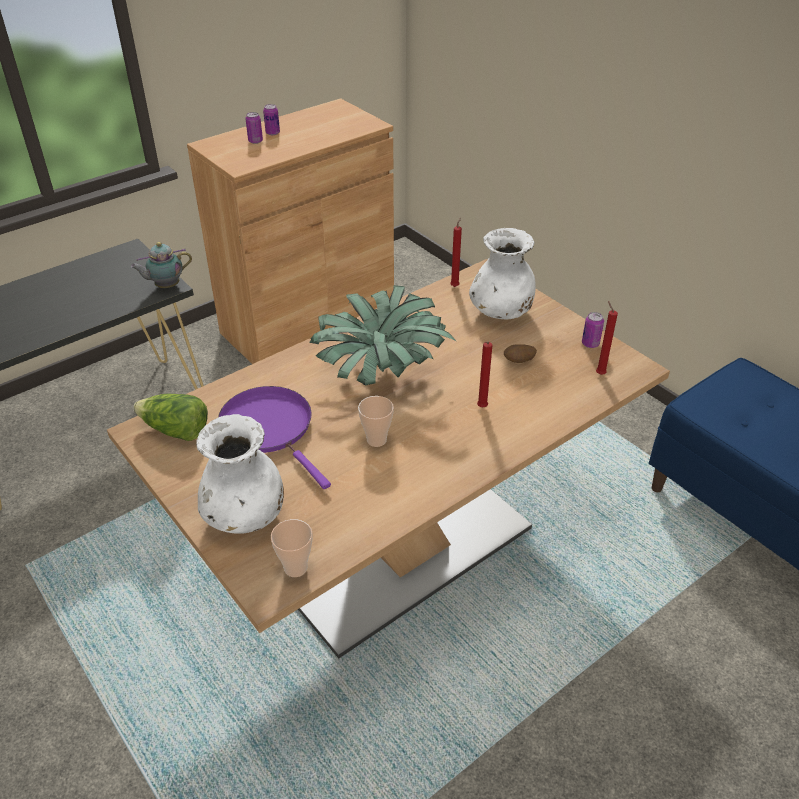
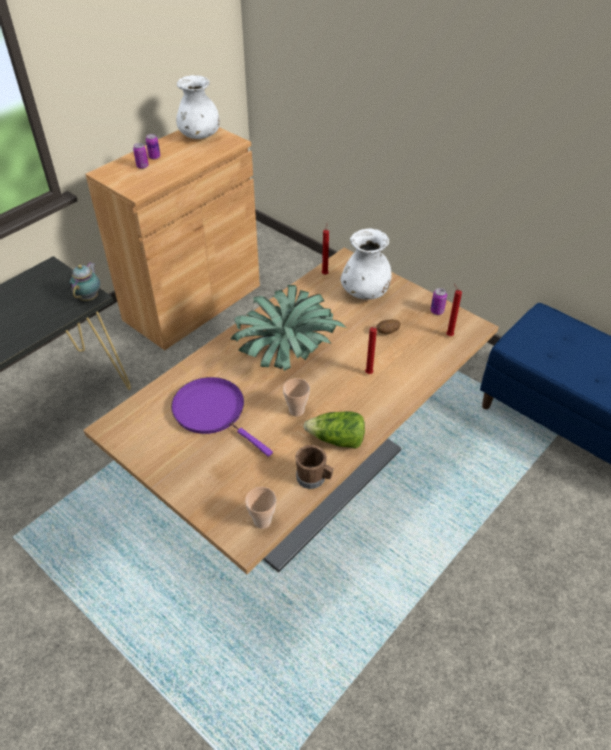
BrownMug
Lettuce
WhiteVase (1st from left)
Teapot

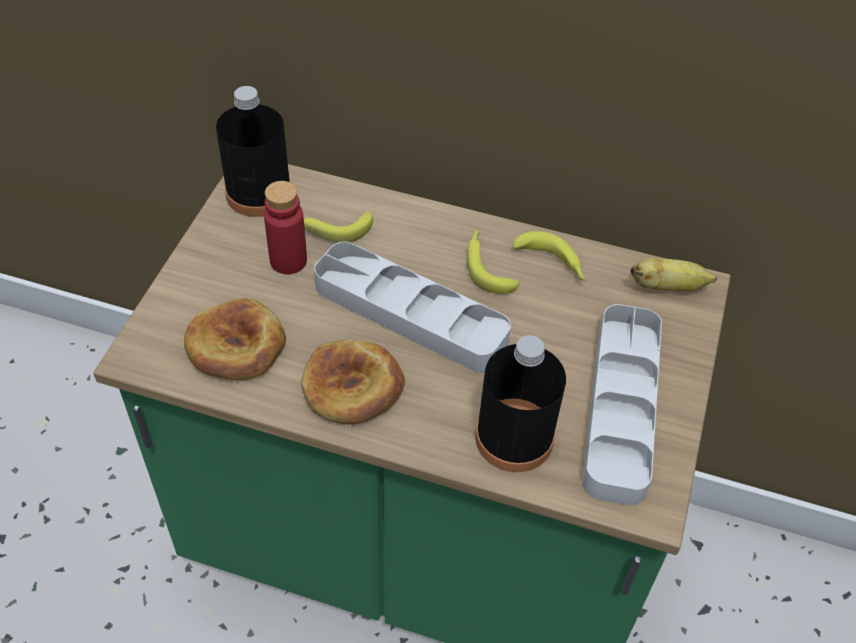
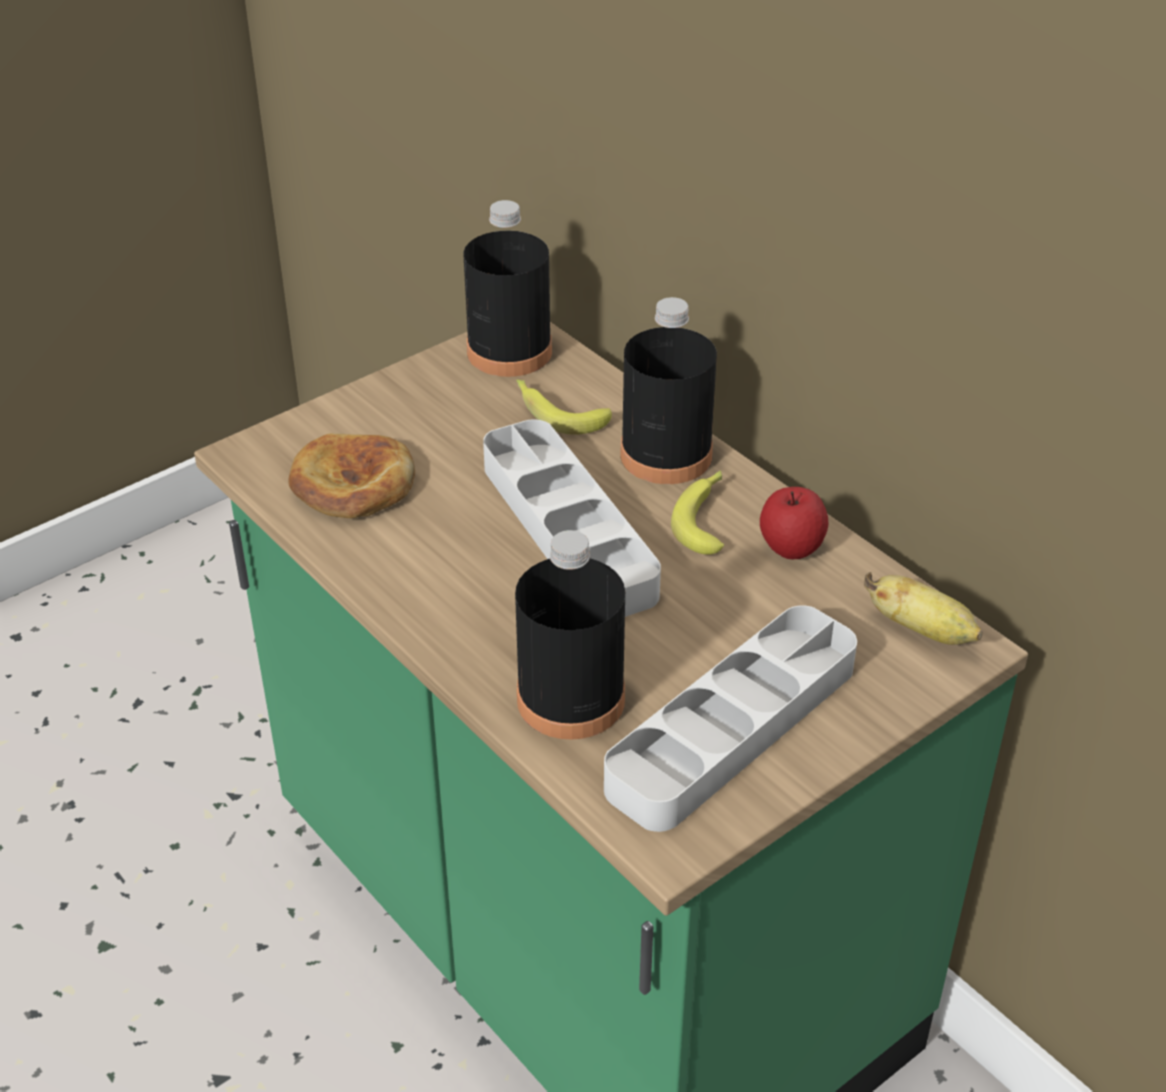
RedBottle
Bread (2nd from left in the first image)
BlackBottle (3rd from left)
Apple

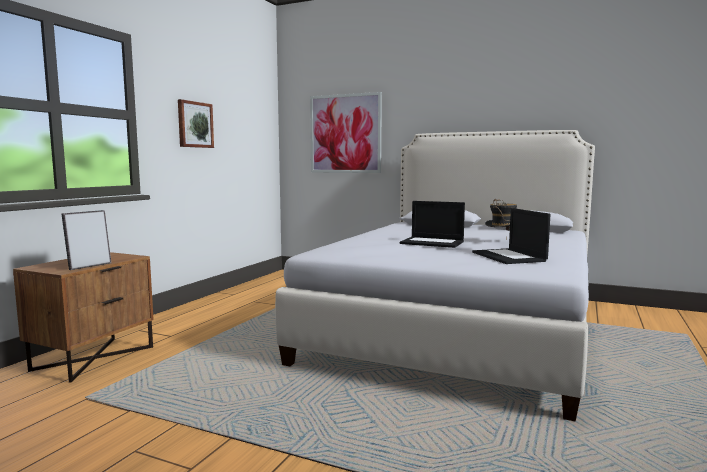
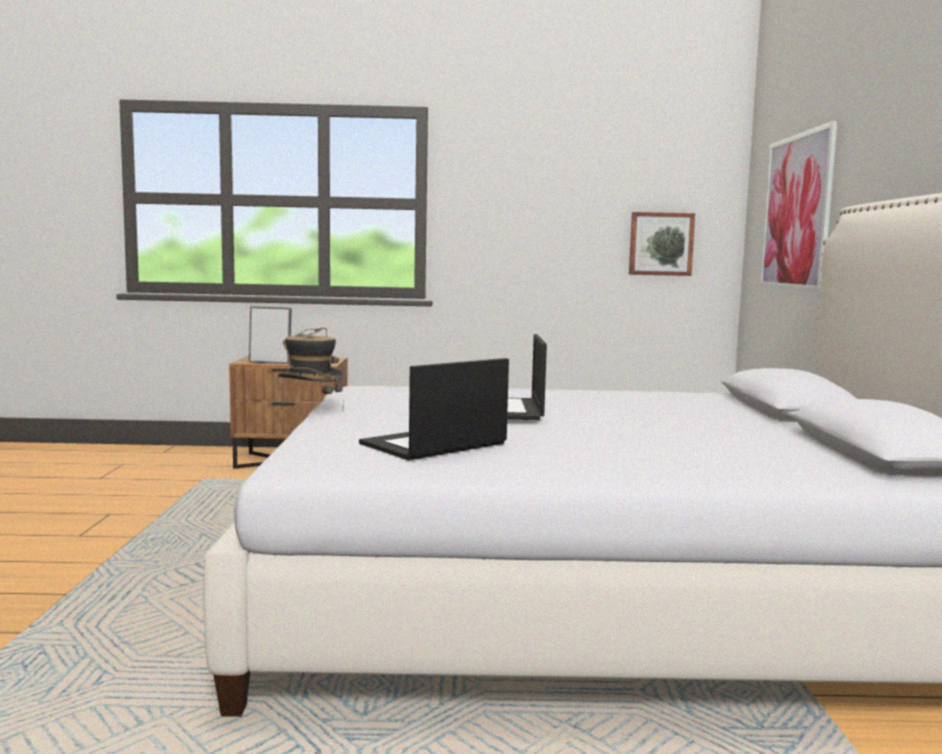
Picture (1st from left)
Hat

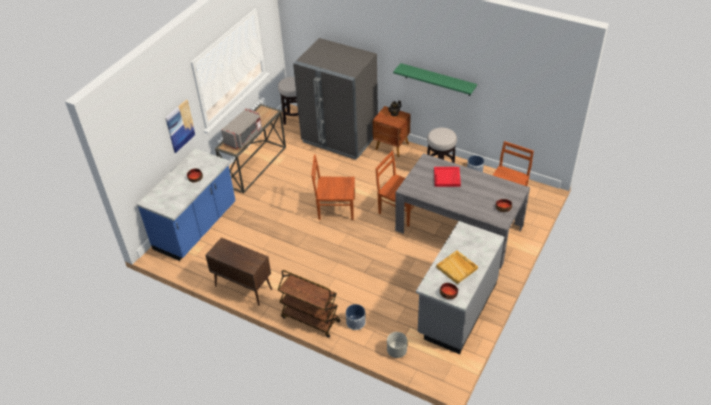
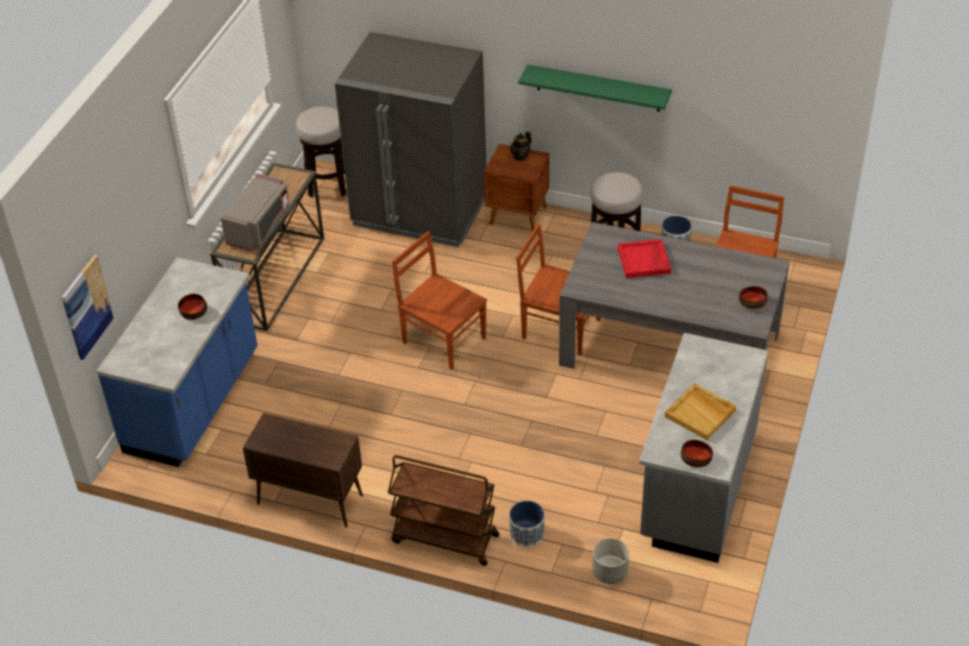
Picture
BrownChair (1st from left)

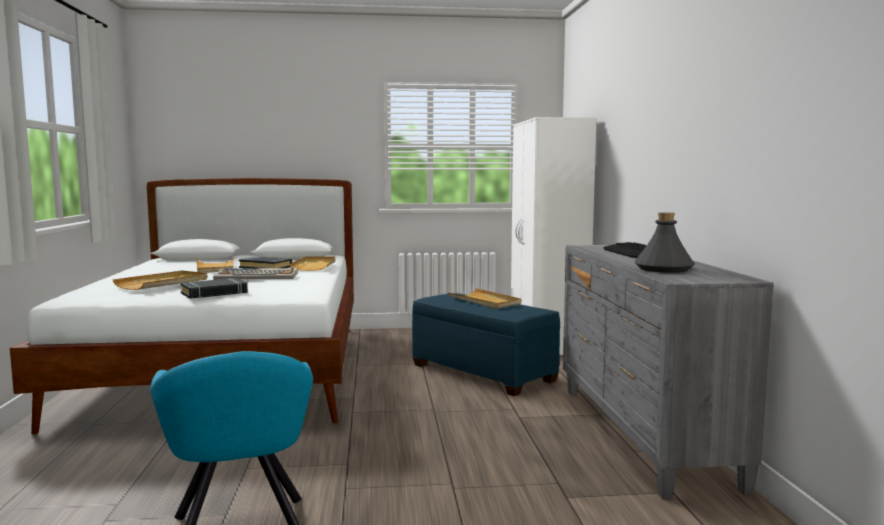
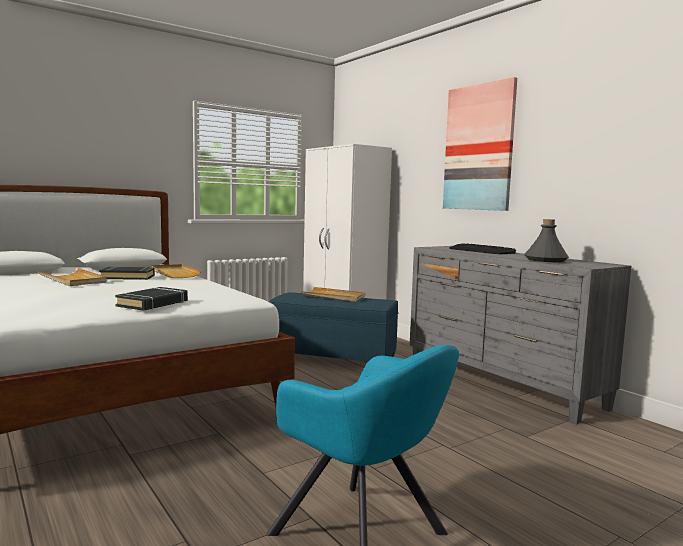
BeigeTray (1st from left in the first image)
Keyboard (1st from left in the first image)
Picture

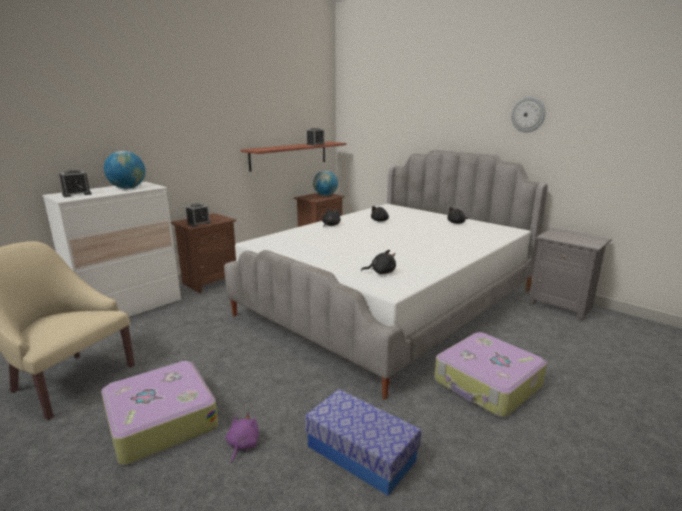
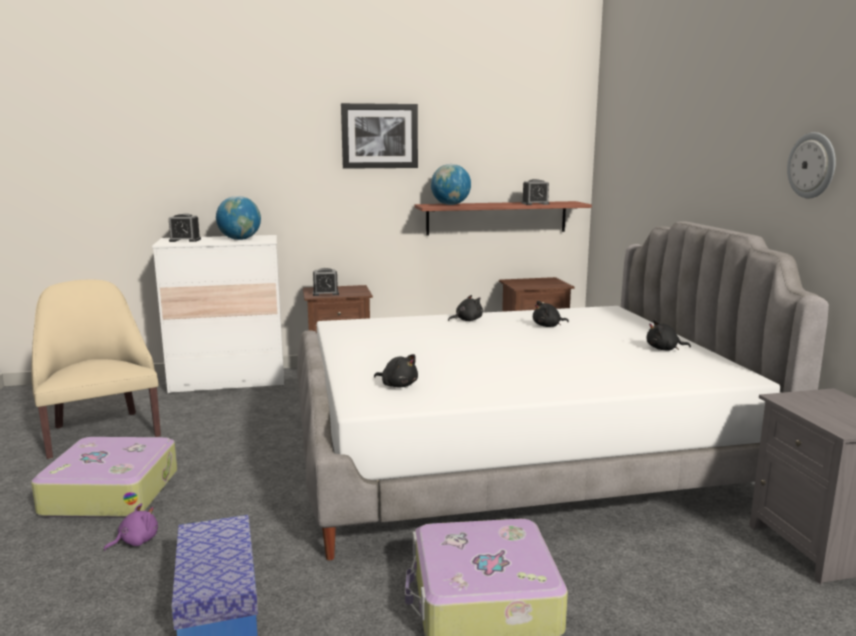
Picture
Globe (2nd from left)

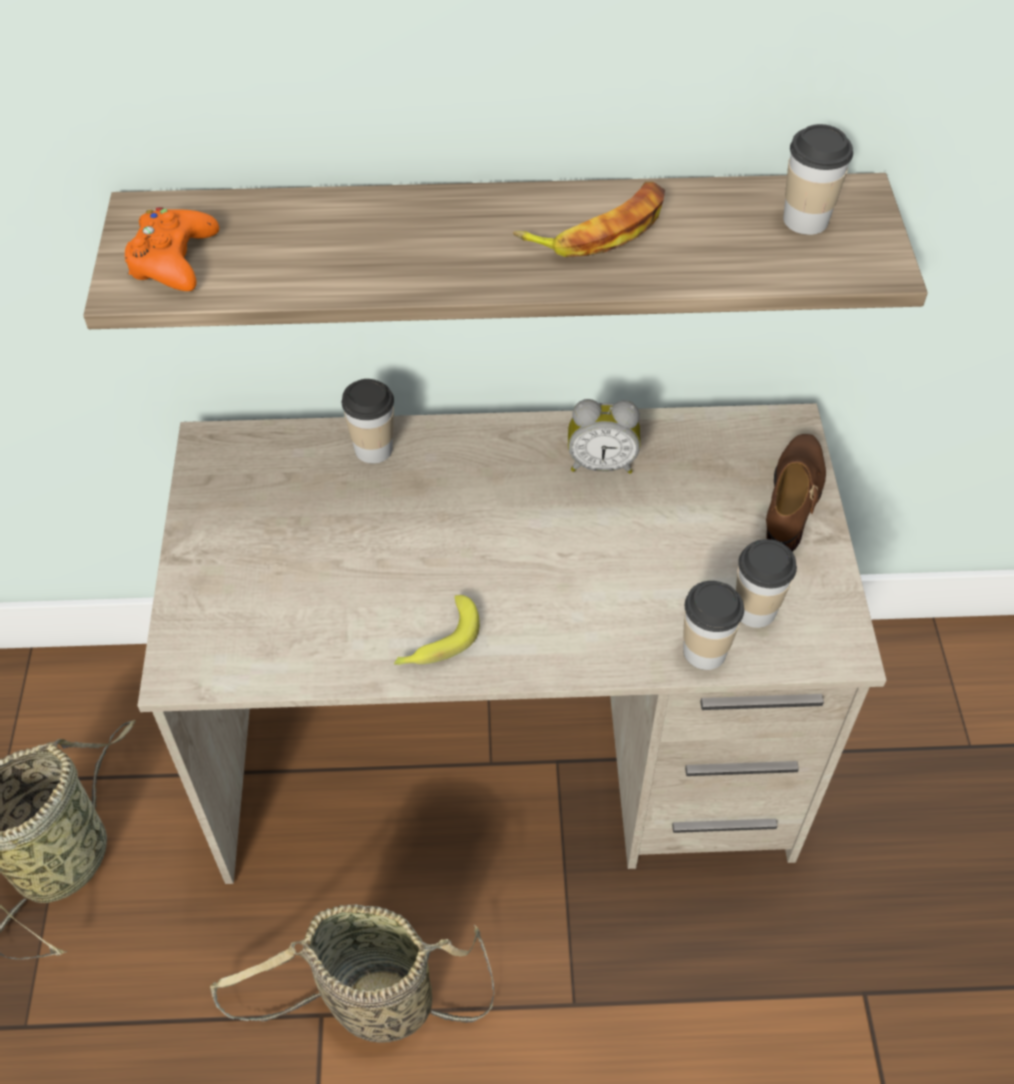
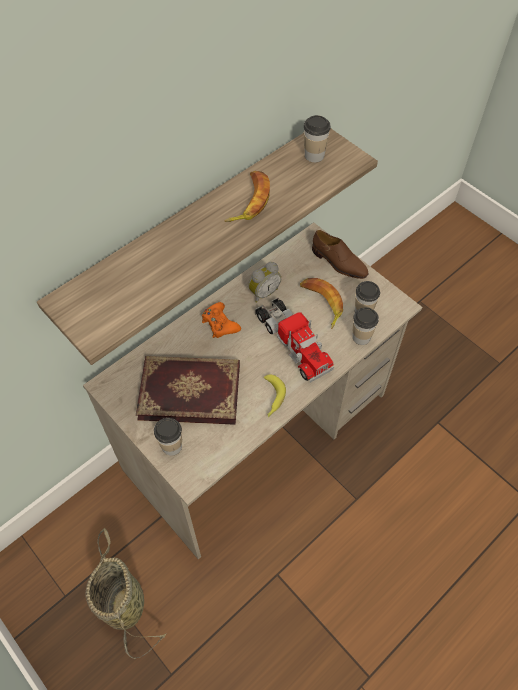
Basket (2nd from left in the first image)
Book
ToyTruck
Banana (3rd from left)
OrangeGameController
Cup (1st from left)
BrownShoe

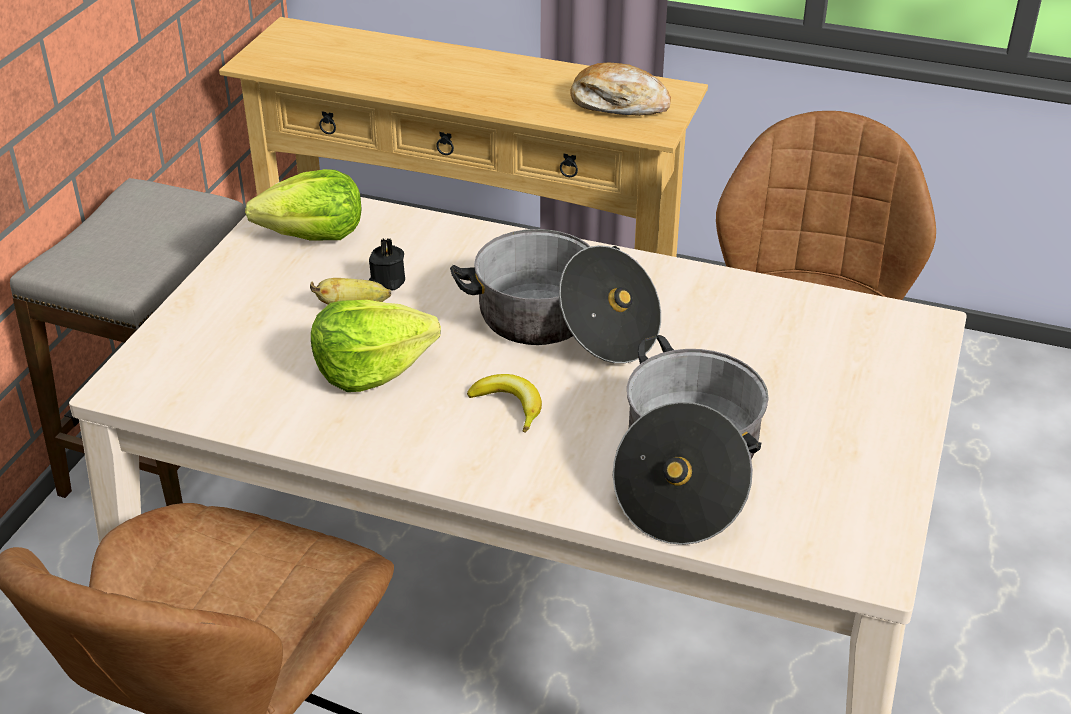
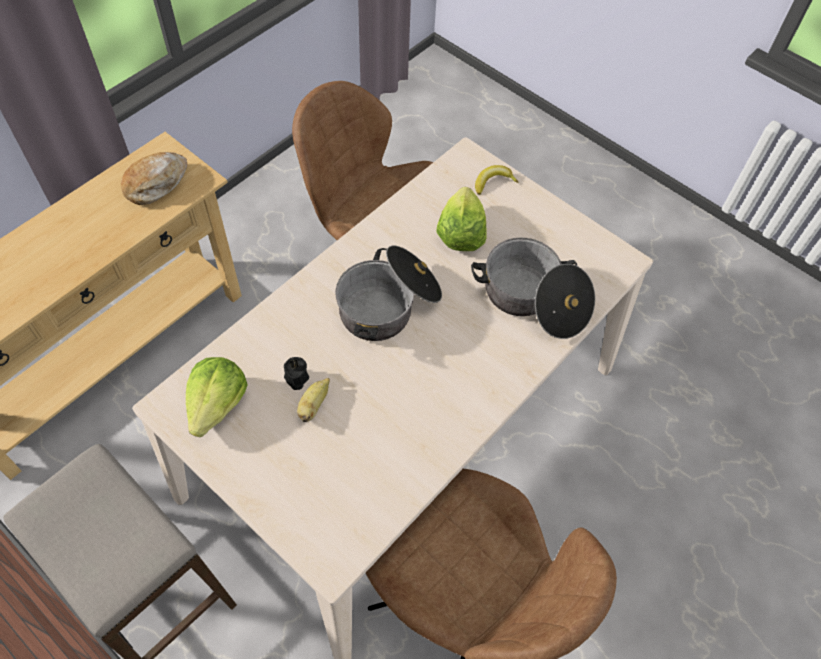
Lettuce (2nd from left)
Banana (2nd from left)

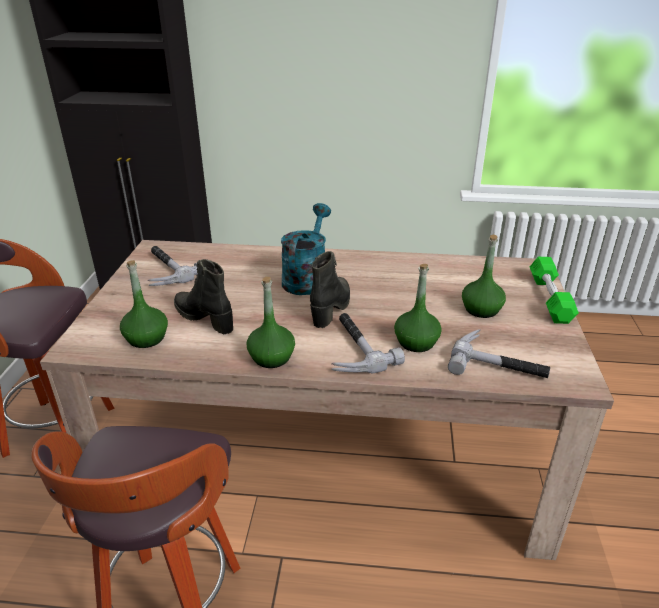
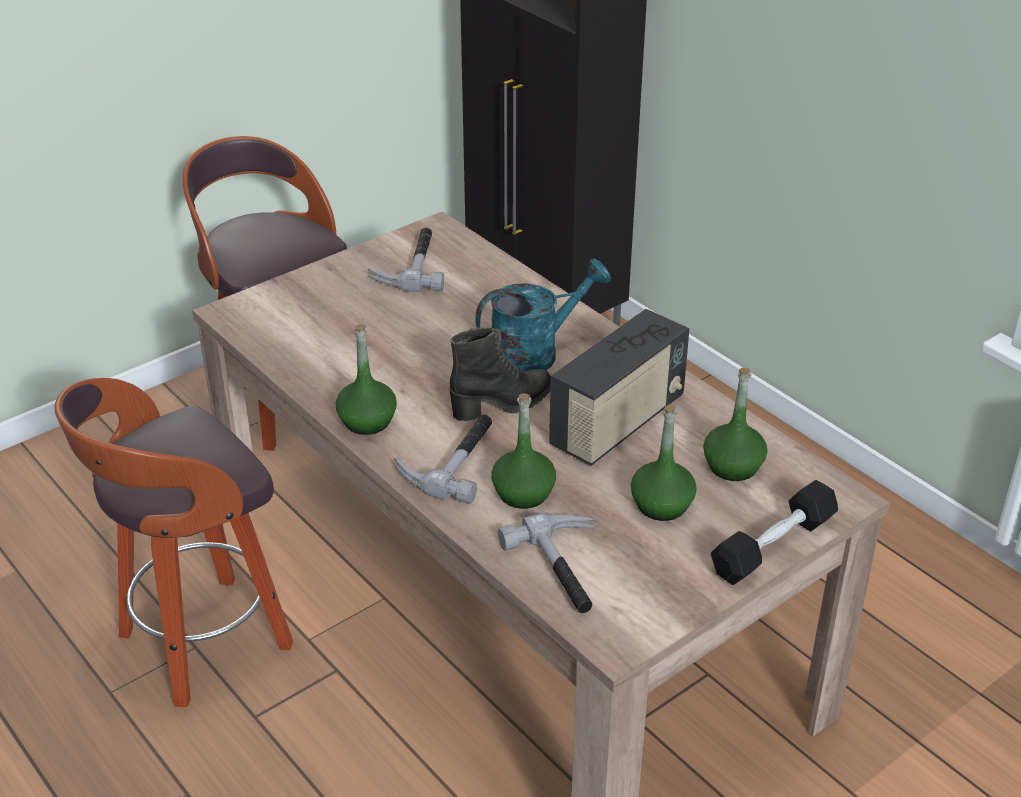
BlackBoot (1st from left in the first image)
Radio
GreenBottle (4th from left)
BlackDumbbell

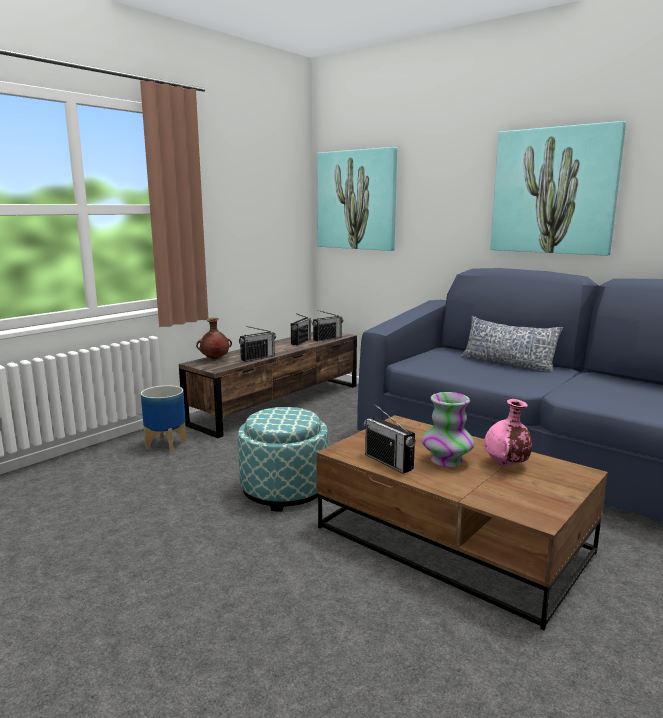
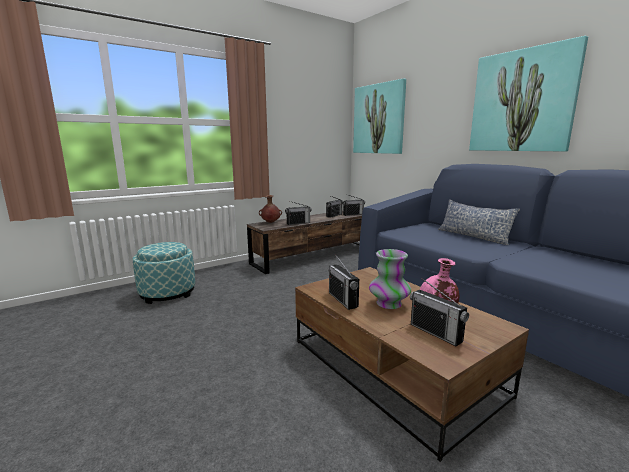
Planter
Radio (5th from left)
Ottoman

